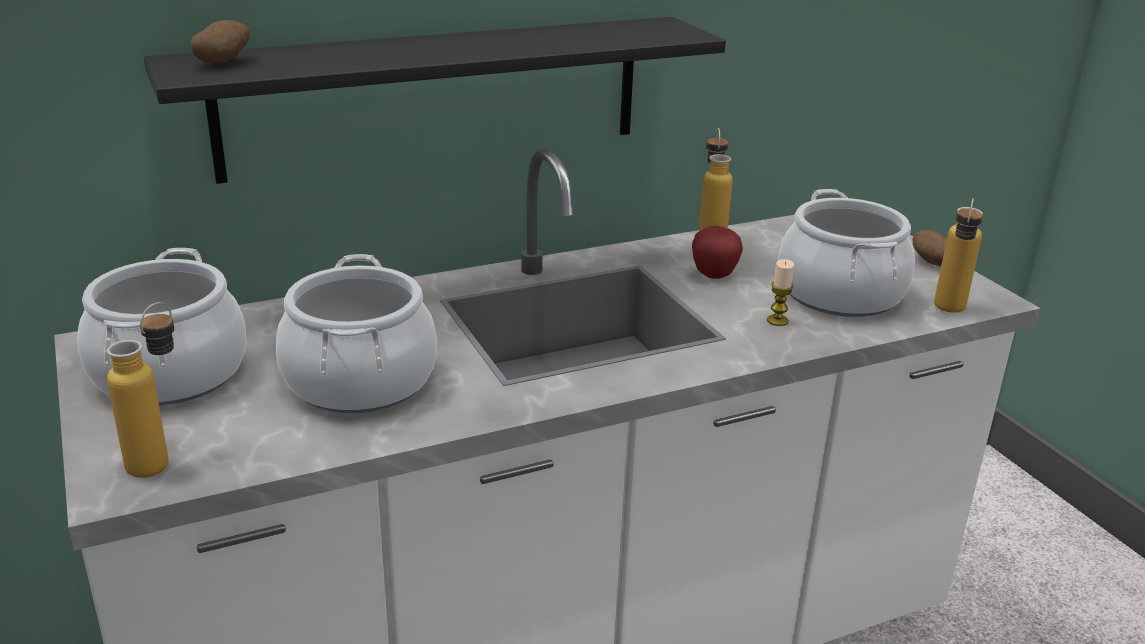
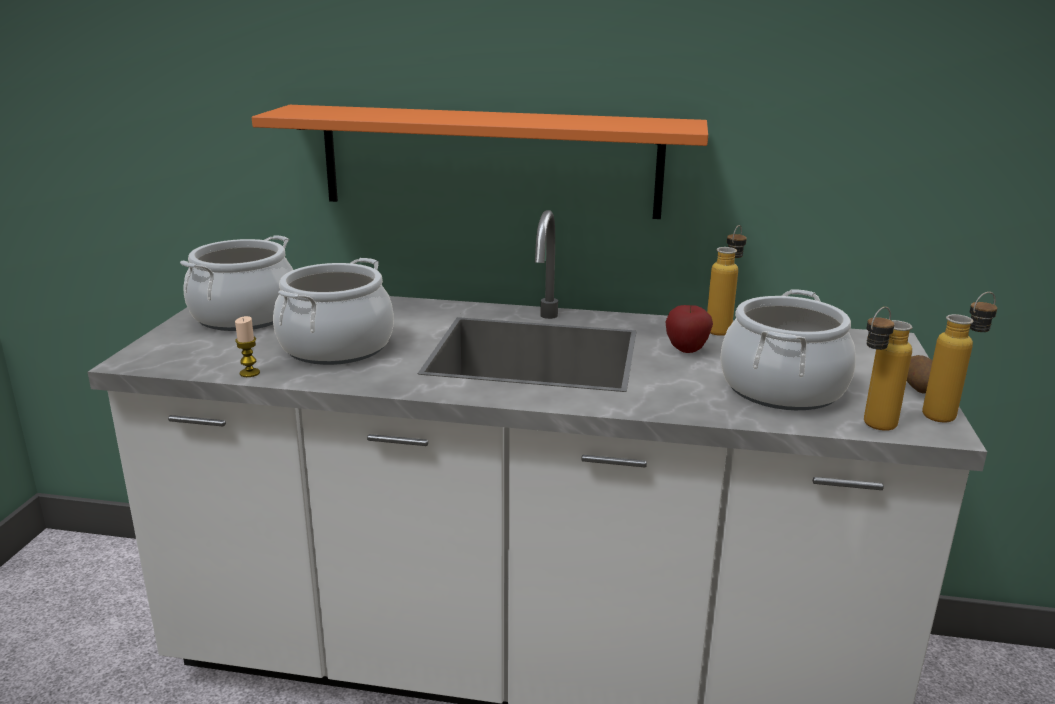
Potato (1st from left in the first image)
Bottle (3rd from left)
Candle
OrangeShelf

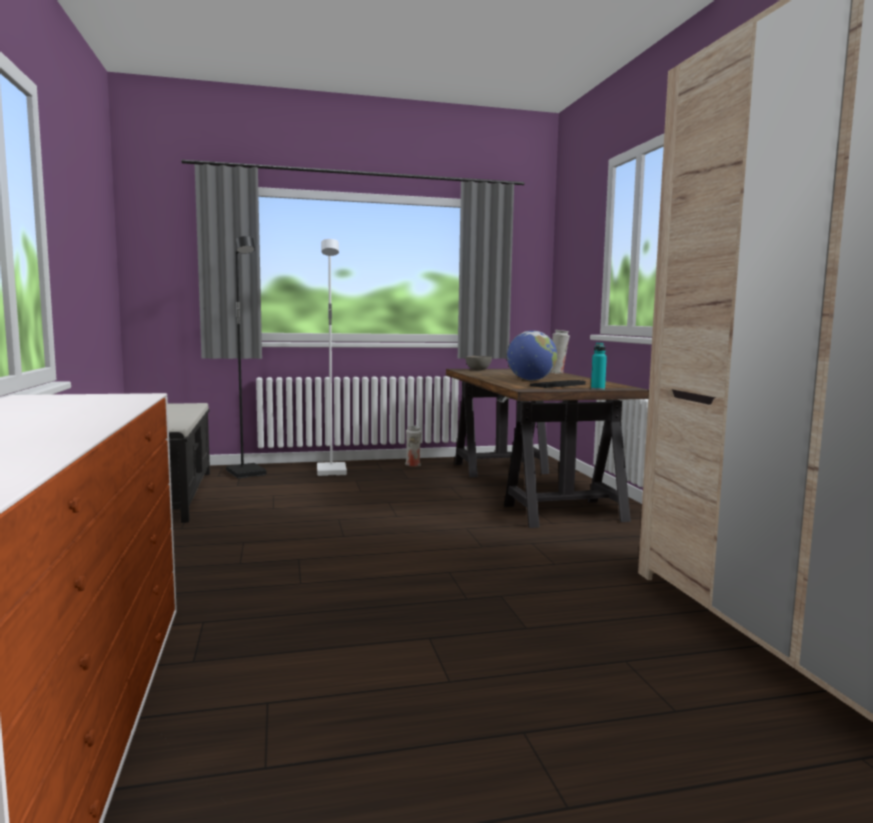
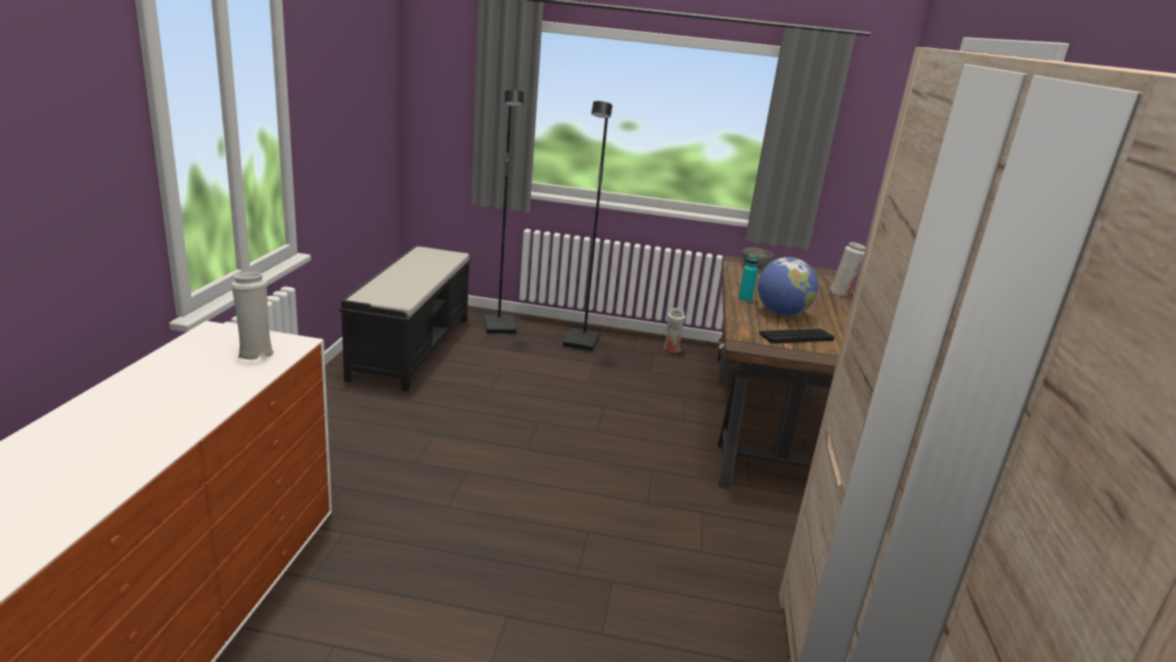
WhiteVase (1st from left)
TurquoiseBottle
BlackFloorLamp (2nd from left)

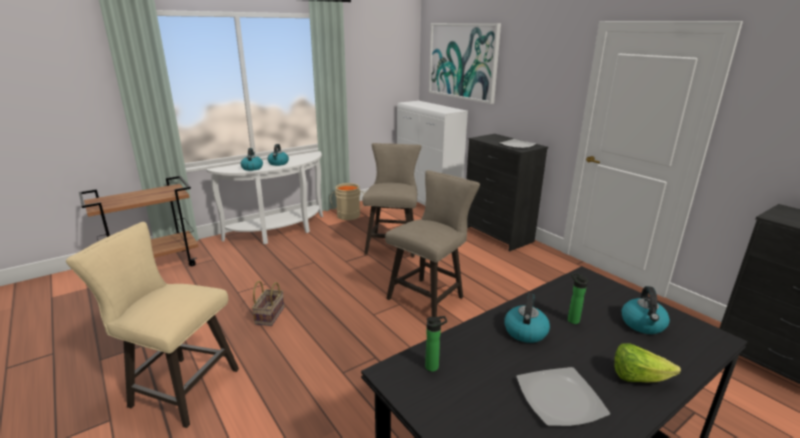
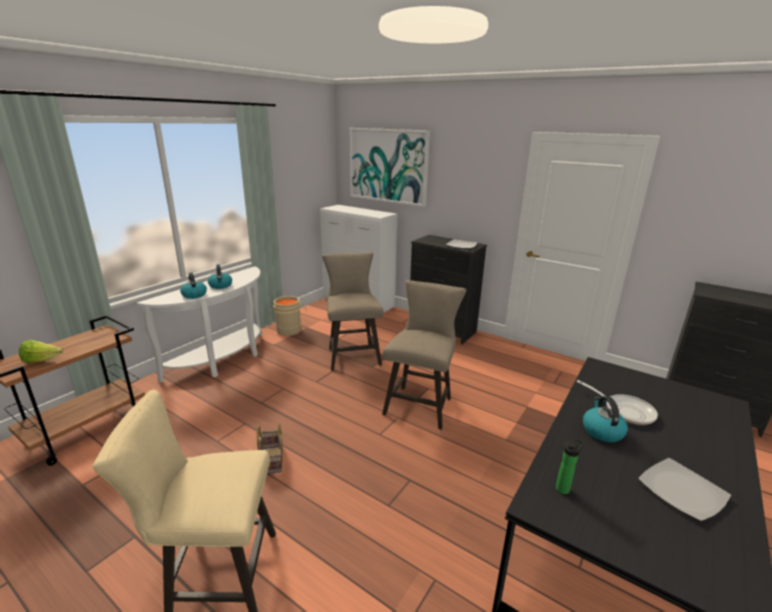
Kettle (4th from left in the first image)
Lettuce
FryingPan

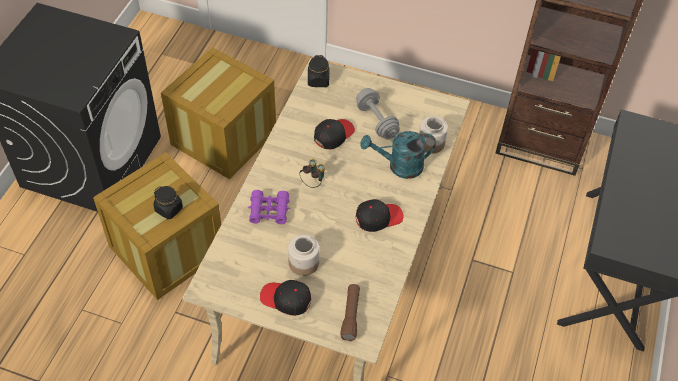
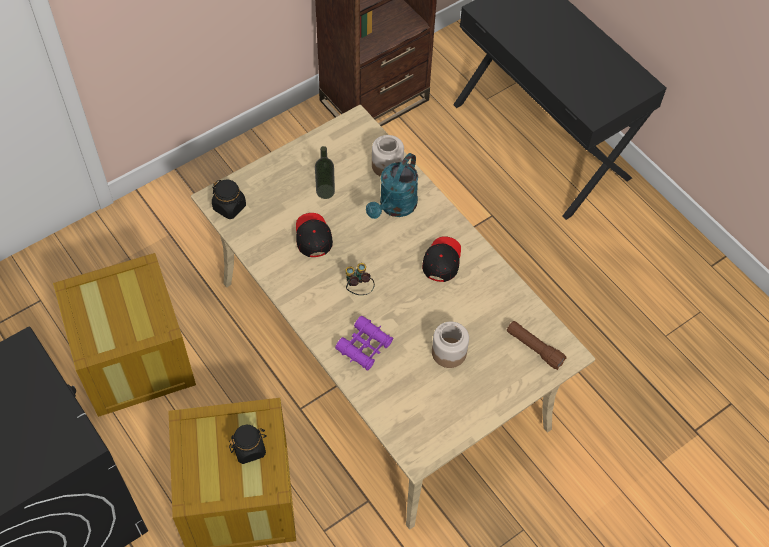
BlackCap (1st from left in the first image)
Bottle

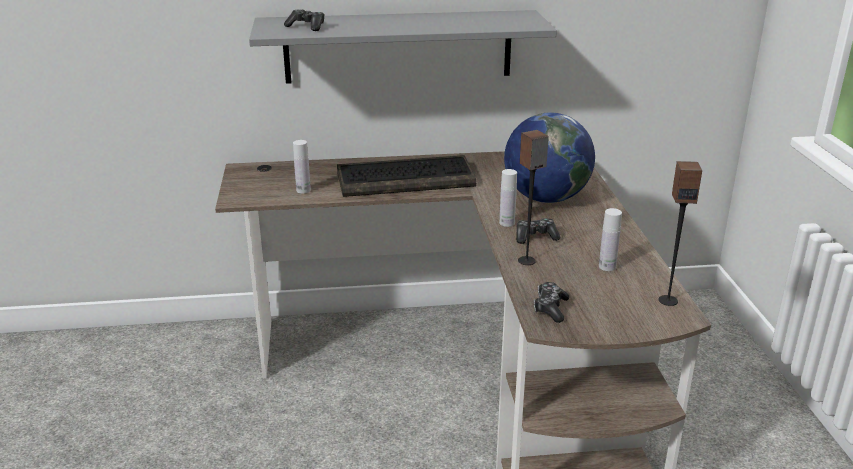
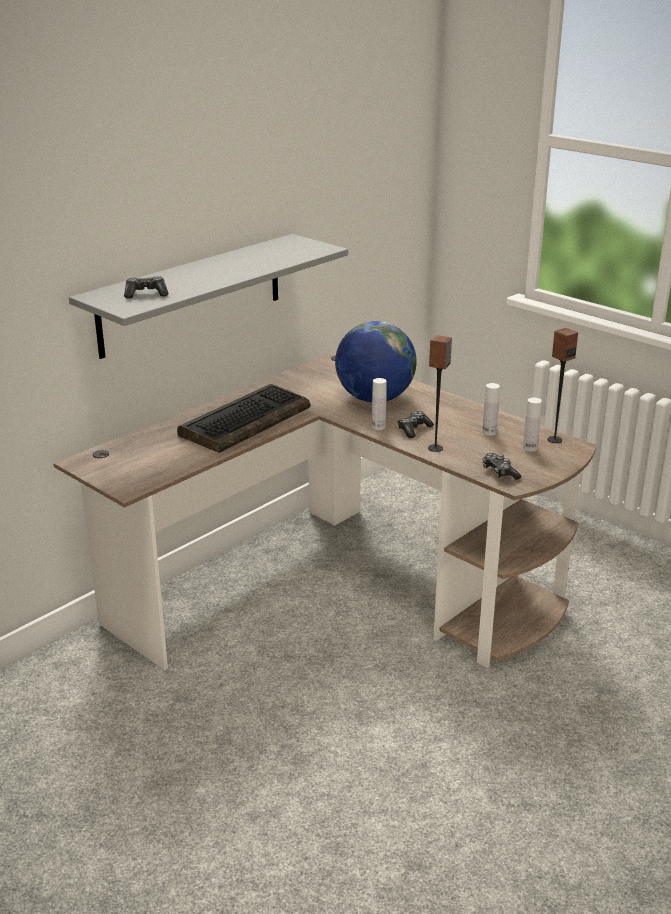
WhiteBottle (3rd from left)

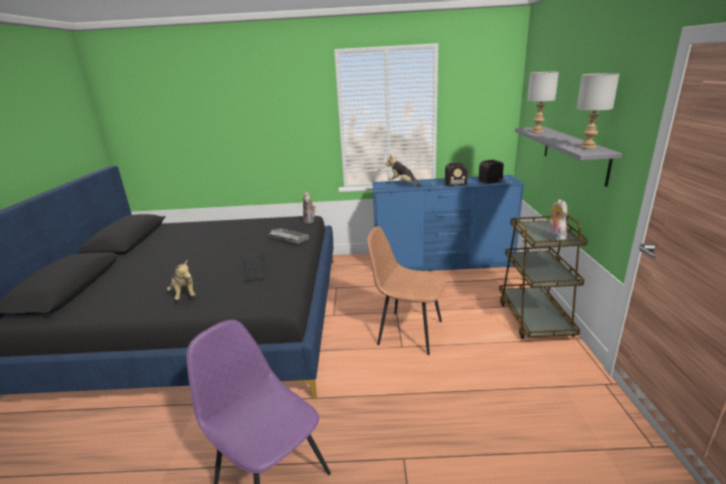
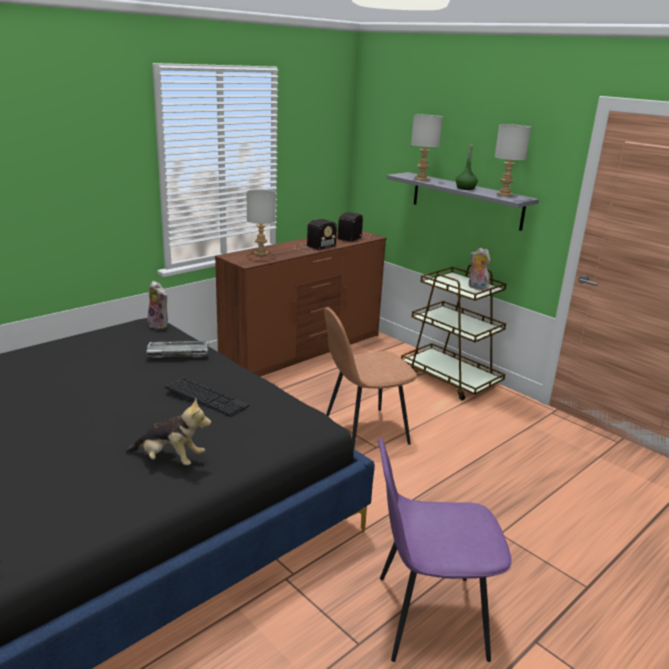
GreenBottle
GreyTableLamp (1st from left)
BrownDresser

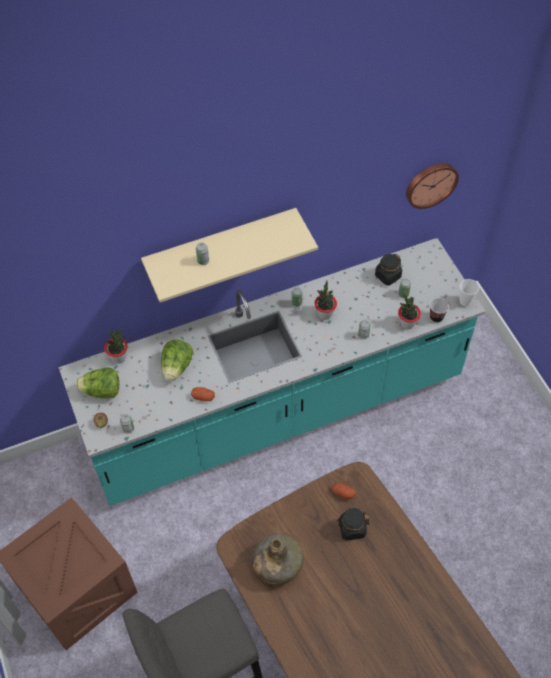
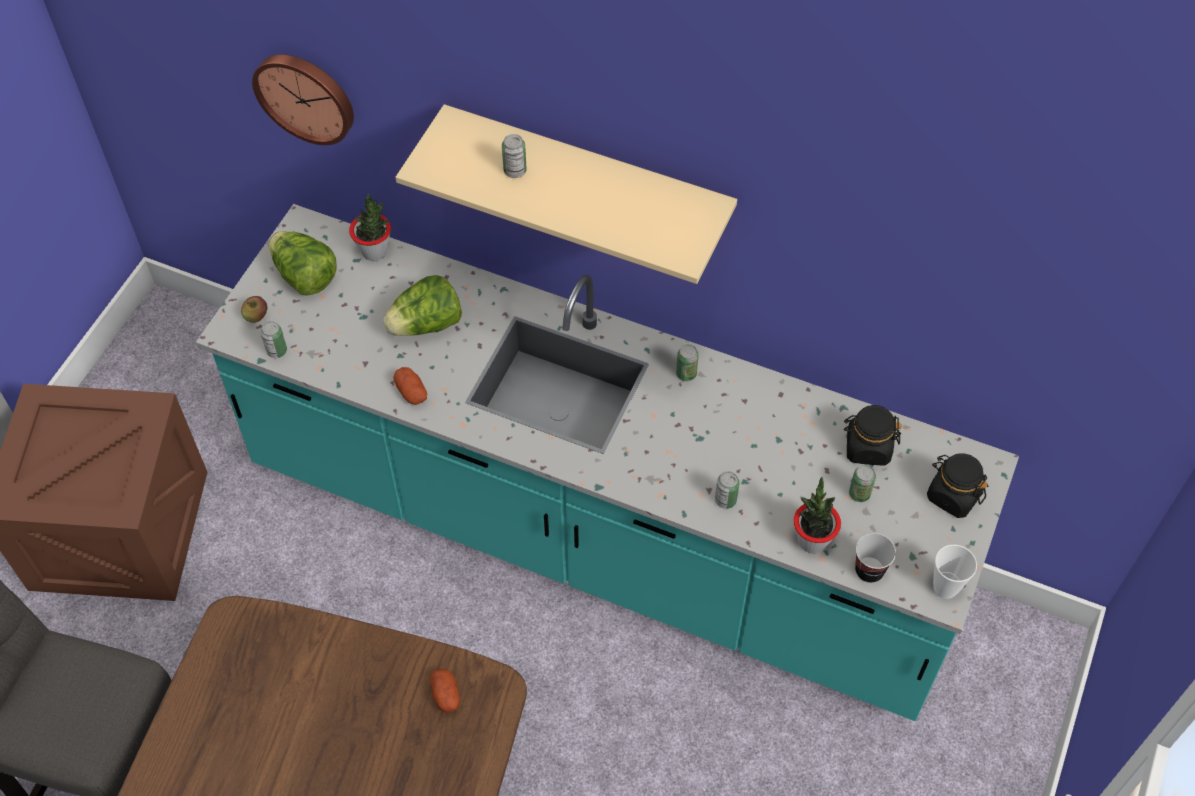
GreenBottle
PottedPlant (2nd from left in the first image)
BlackJar (2nd from left)
WallClock

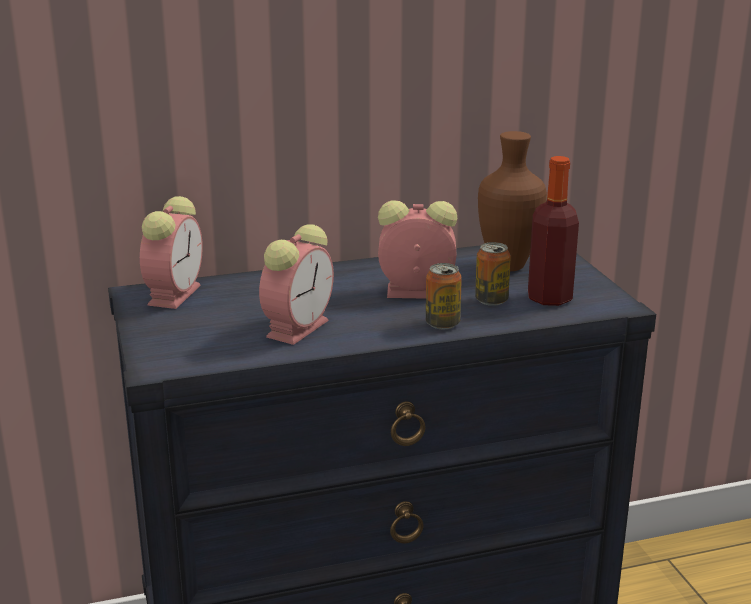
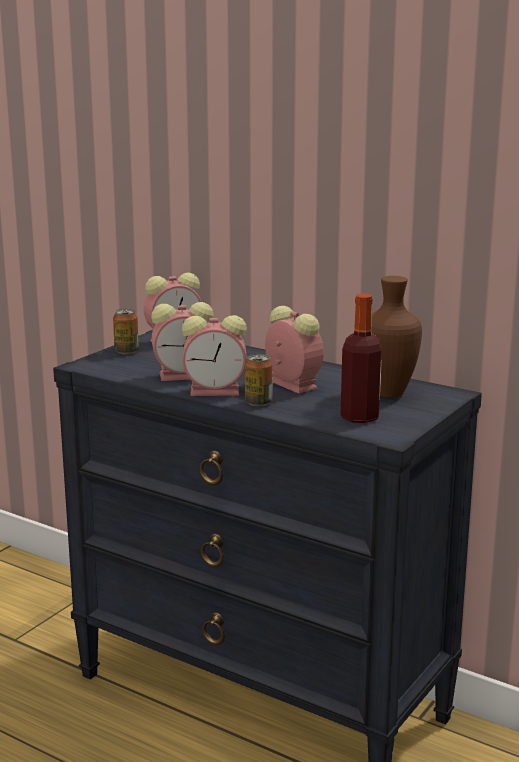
AlarmClock (3rd from left)
Can (1st from left)

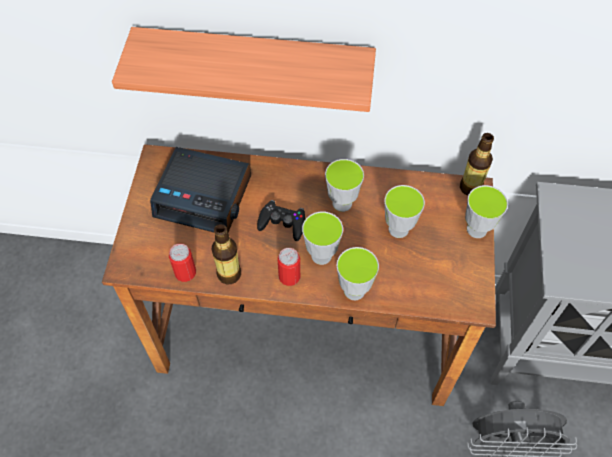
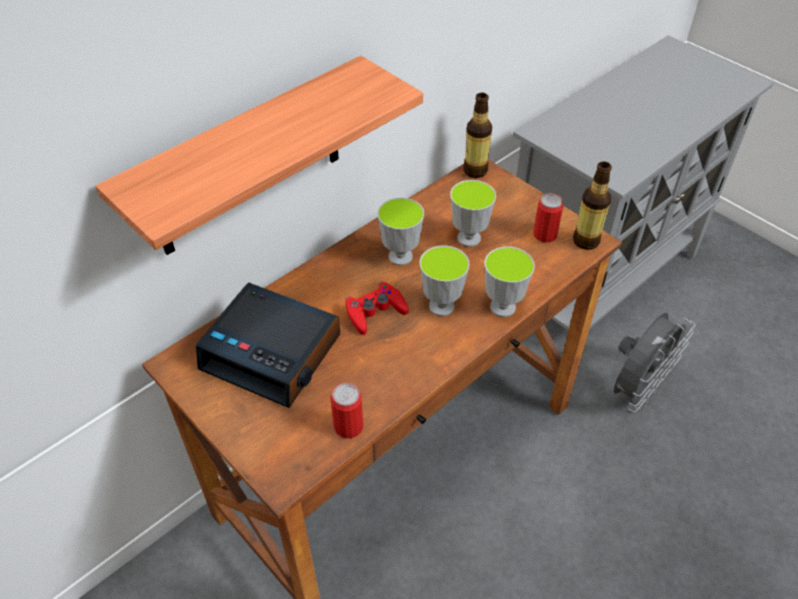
Cup (5th from left in the first image)
Bottle (2nd from left)
Can (2nd from left)
RedGameController
AlarmClock

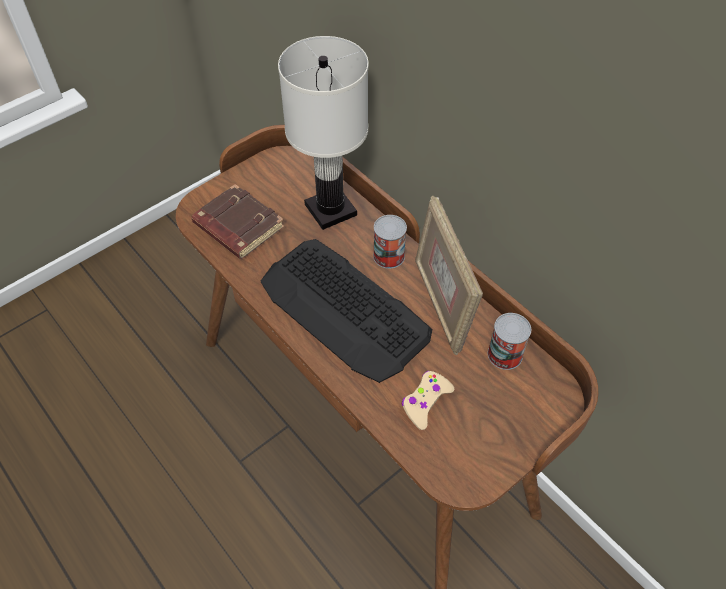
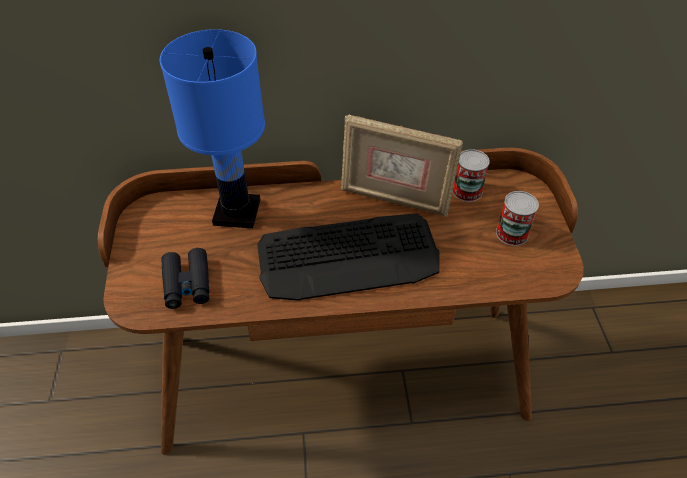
BeigeGameController
Can (2nd from left)
BlackBinoculars
BlueTableLamp

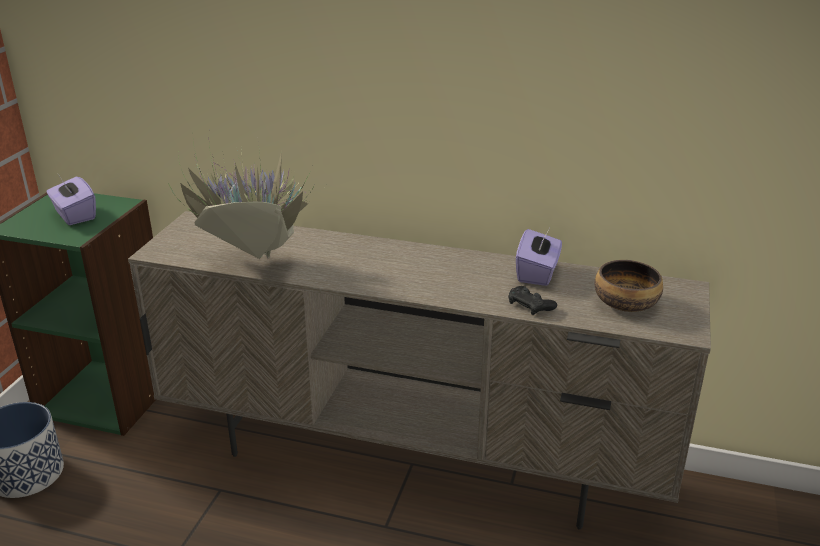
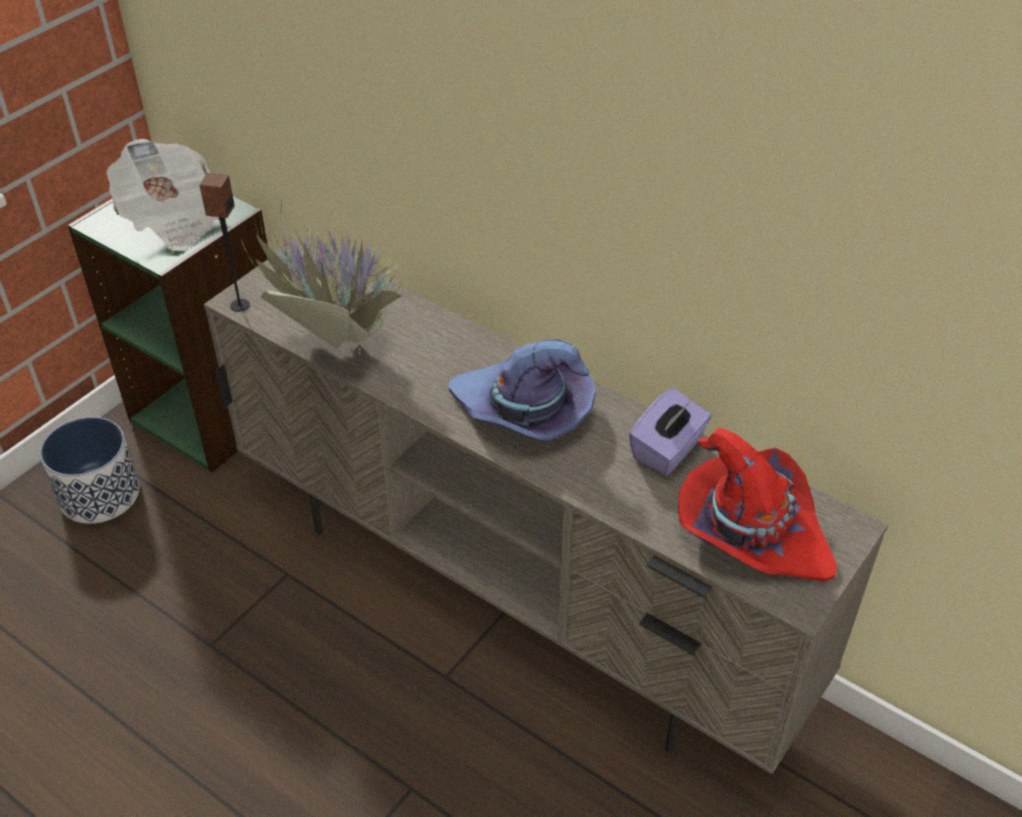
BlackGameController
Speaker
PurpleHat
Newspaper
RedHat

